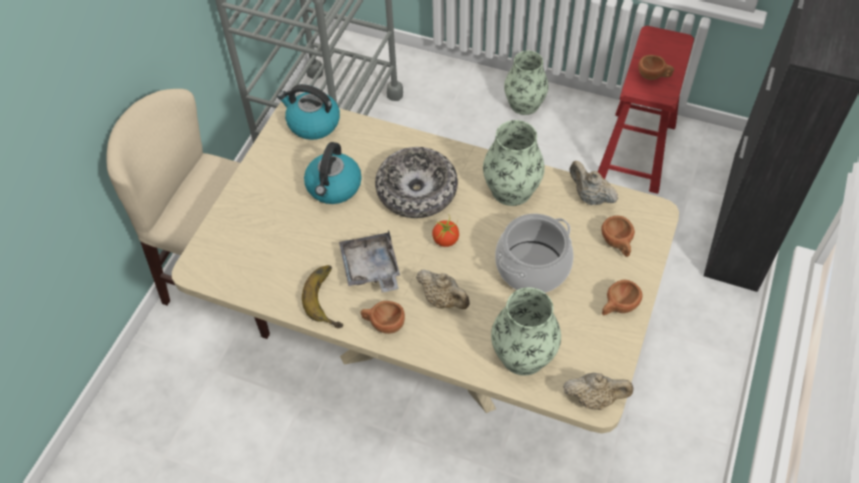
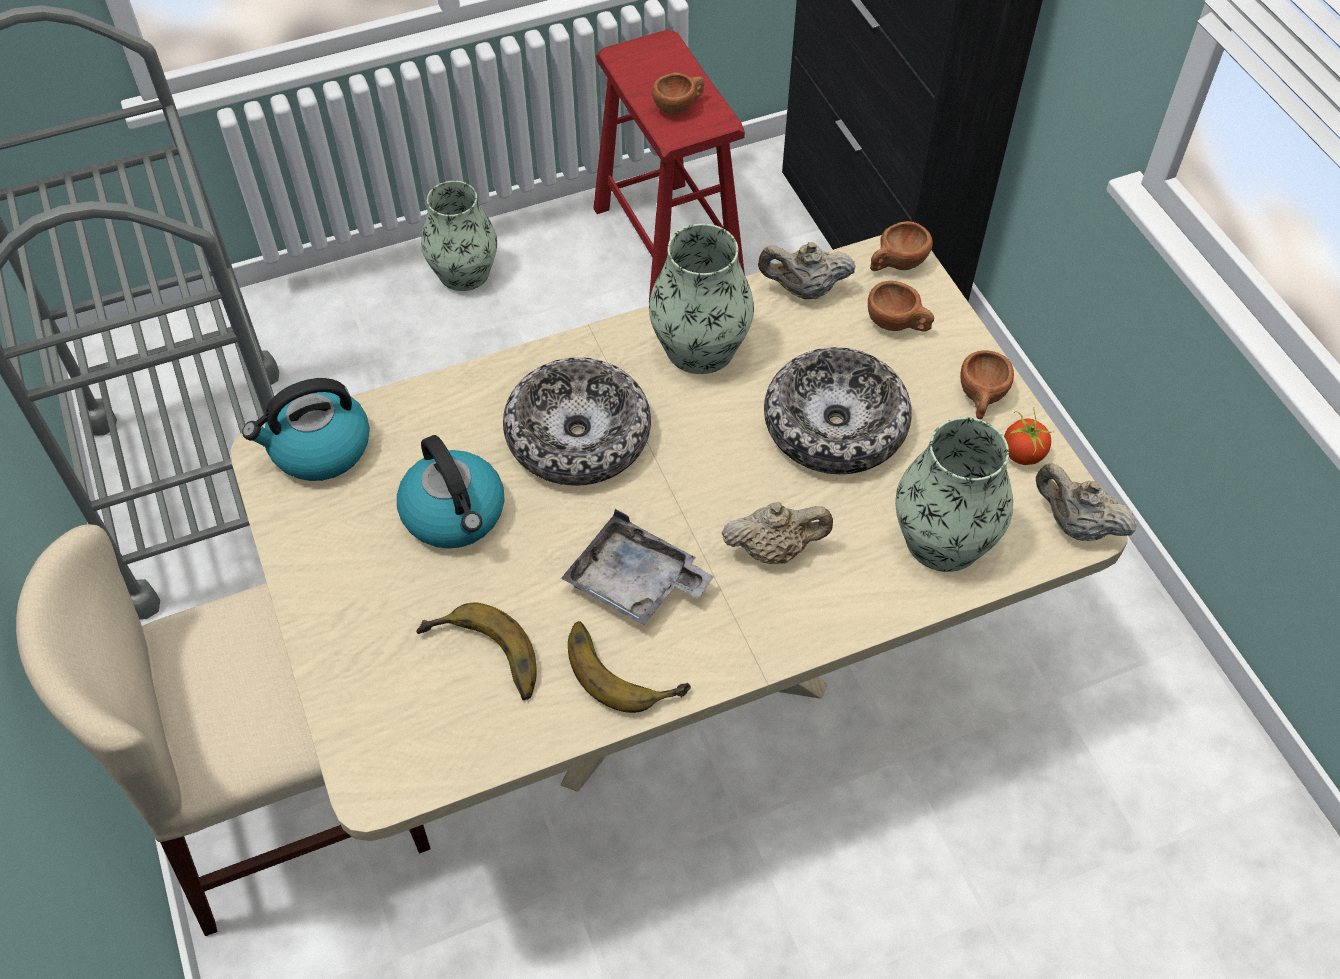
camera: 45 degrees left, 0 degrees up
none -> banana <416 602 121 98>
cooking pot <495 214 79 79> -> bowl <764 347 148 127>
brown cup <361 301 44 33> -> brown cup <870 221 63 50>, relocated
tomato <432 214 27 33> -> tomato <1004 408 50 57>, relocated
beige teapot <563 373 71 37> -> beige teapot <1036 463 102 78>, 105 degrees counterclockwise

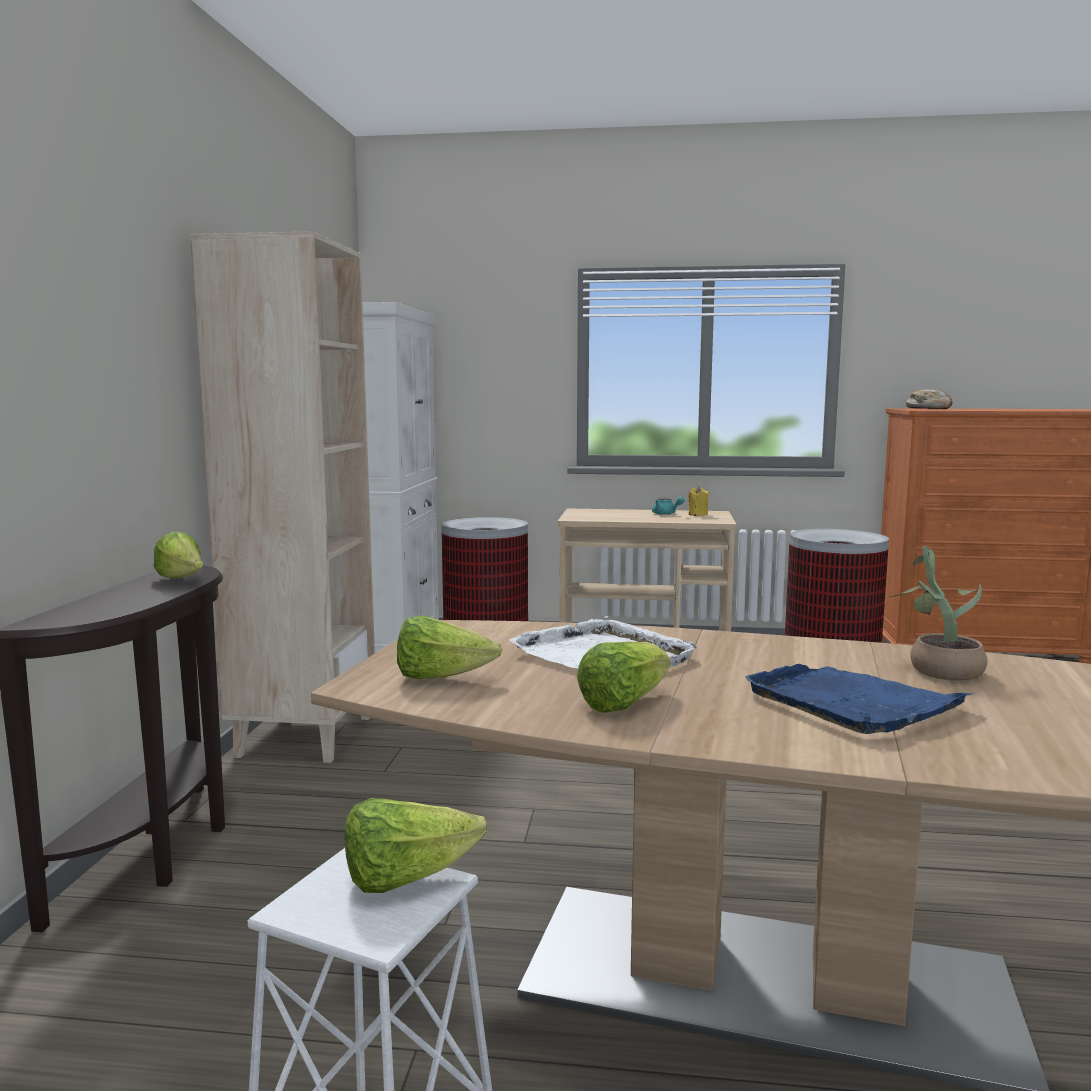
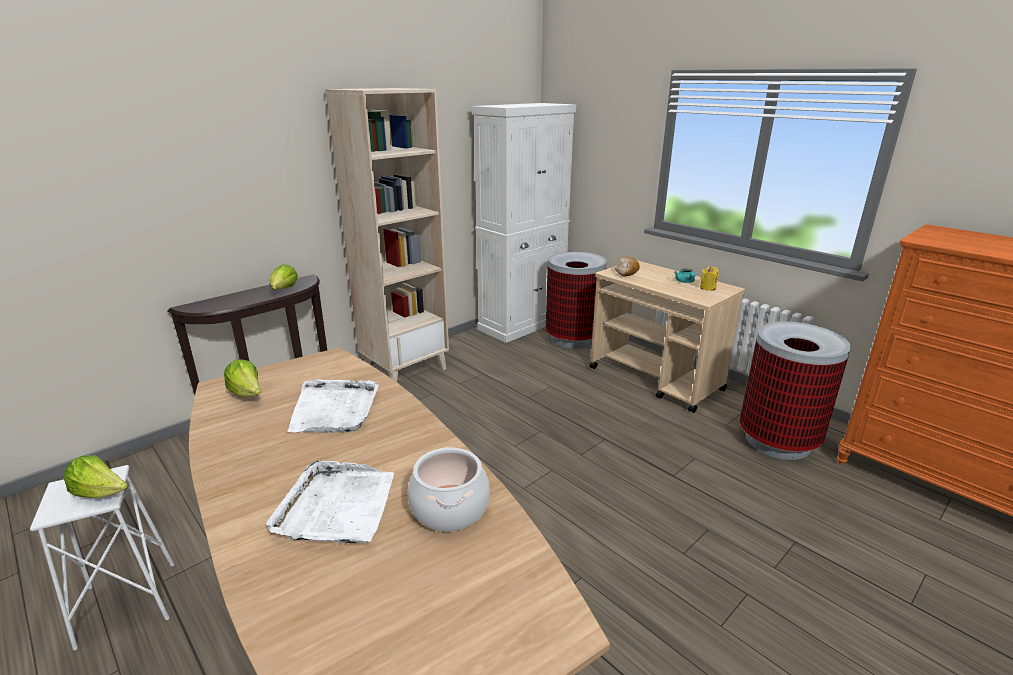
camera: 40 degrees right, 15 degrees up
blue tray <745 664 227 70> -> white tray <266 460 128 83>
potted plant <891 546 97 135> -> cooking pot <407 448 83 84>
bread <906 389 46 20> -> bread <615 256 25 20>, relocated
lettuce <577 642 94 71> -> none

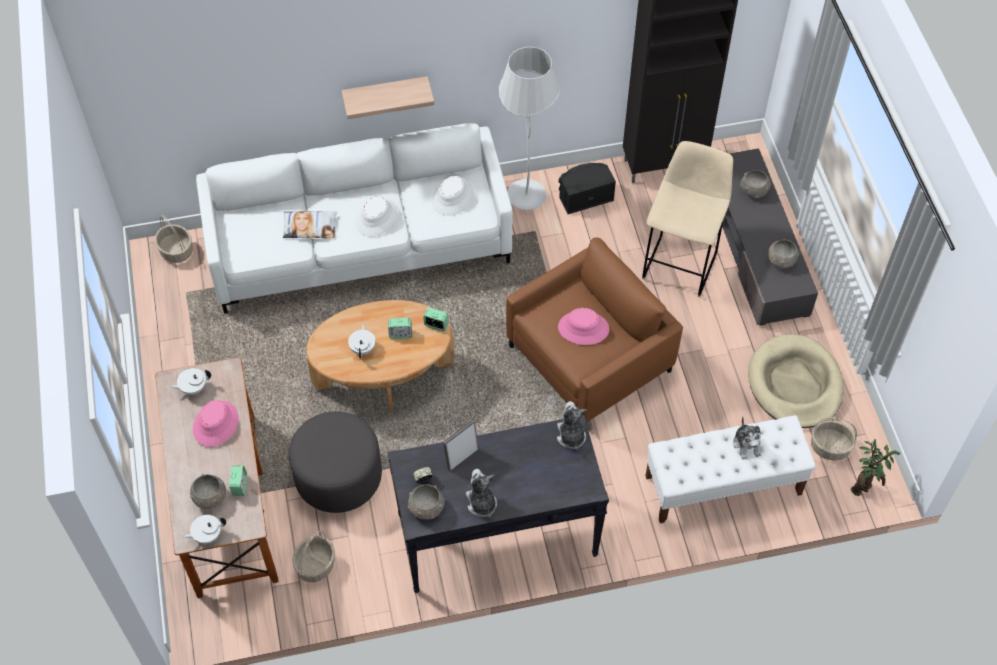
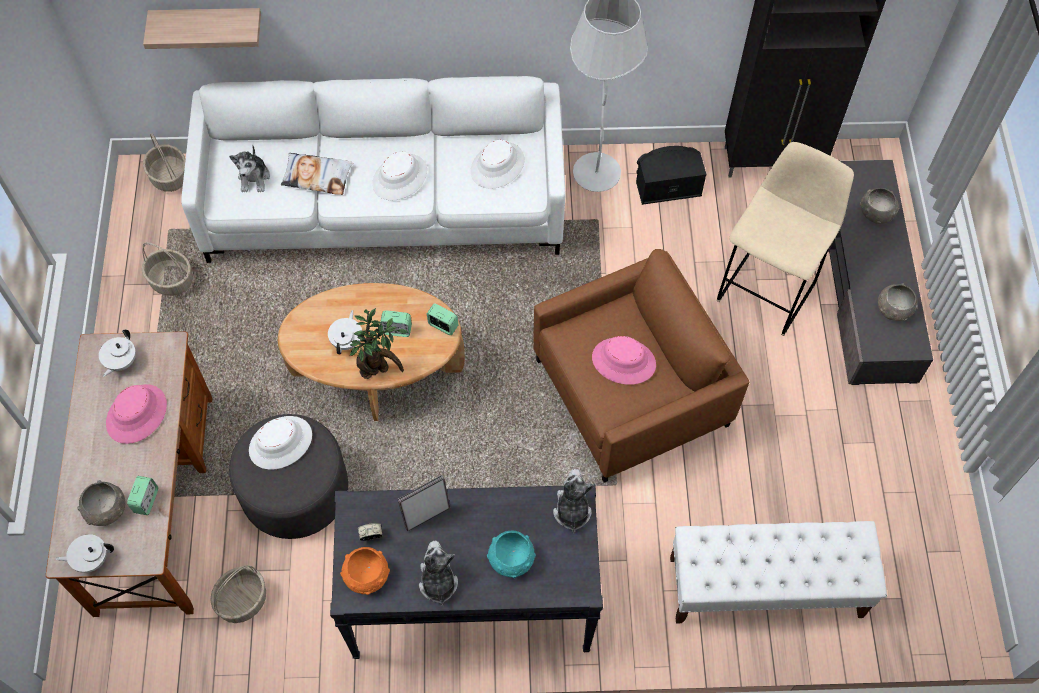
camera: 10 degrees right, 5 degrees up
white teapot <170 368 41 27> -> white teapot <99 329 37 48>, 60 degrees counterclockwise
basket <811 417 46 44> -> basket <142 242 51 54>, relocated
shelf <342 76 92 43> -> shelf <143 8 118 41>, relocated
plush toy <733 417 28 42> -> plush toy <229 146 41 46>, relocated
none -> white hat <249 416 63 54>
grey bowl <408 484 37 36> -> orange bowl <340 547 50 48>
potted plant <851 439 49 57> -> potted plant <350 308 59 71>, relocated
none -> turquoise bowl <487 531 49 47>
beige dog bed <748 334 96 94> -> none

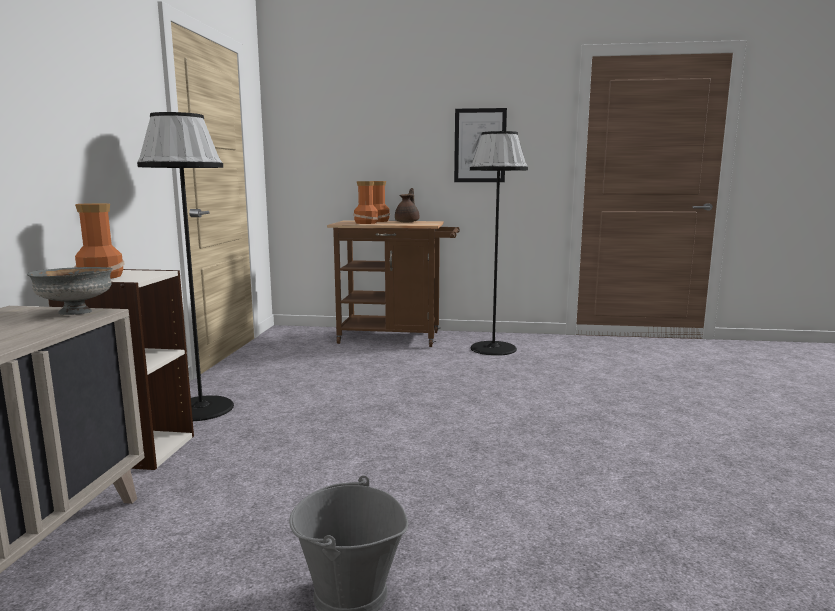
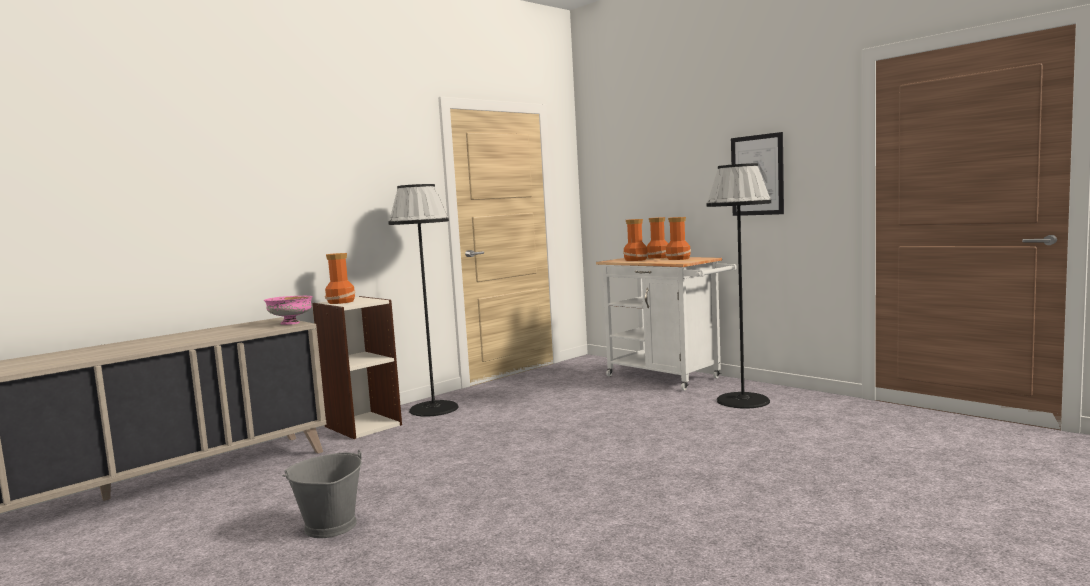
camera: 40 degrees right, 5 degrees down
grey bowl <27 267 86 48> -> pink bowl <264 296 49 29>
brown cart <327 220 133 127> -> white cart <596 256 141 135>
brown teapot <395 188 24 35> -> vase <665 217 26 43>

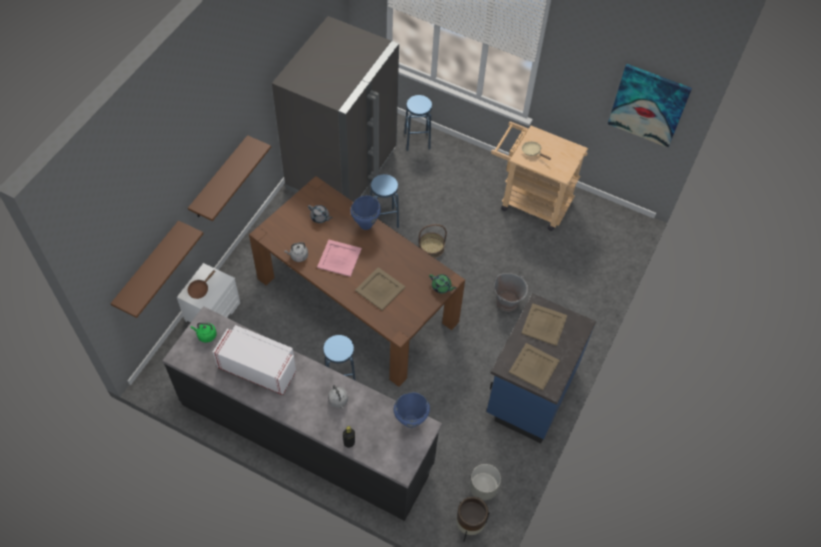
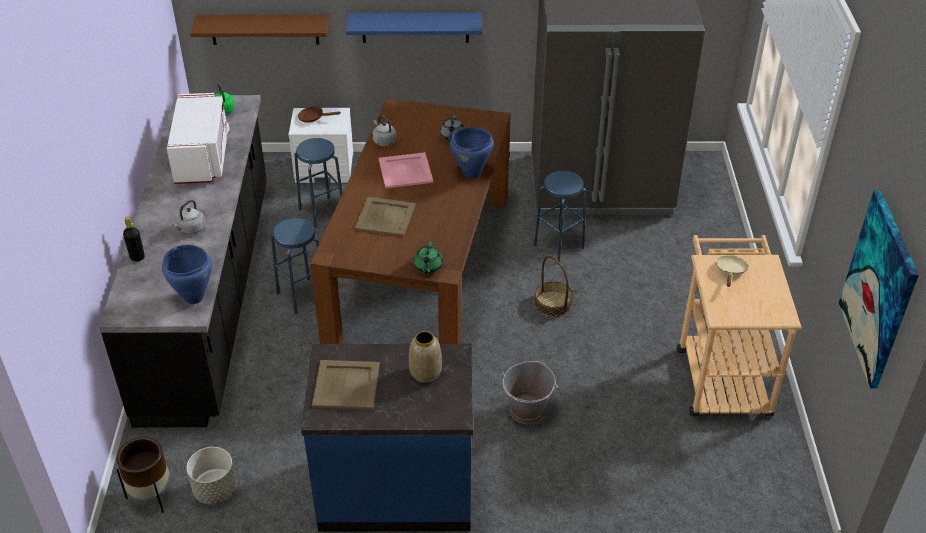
camera: 65 degrees right, 15 degrees down
blue stool <404 95 28 56> -> blue stool <295 138 48 90>, relocated
brown shelf <188 135 83 86> -> blue shelf <346 13 136 30>
beige tray <521 303 47 43> -> vase <409 331 33 52>

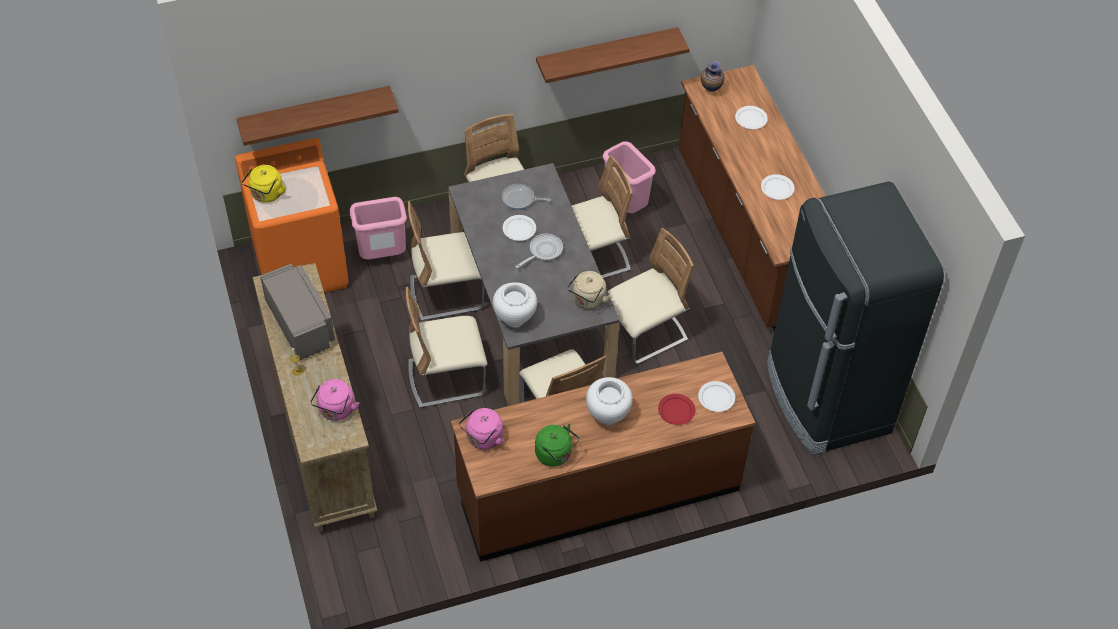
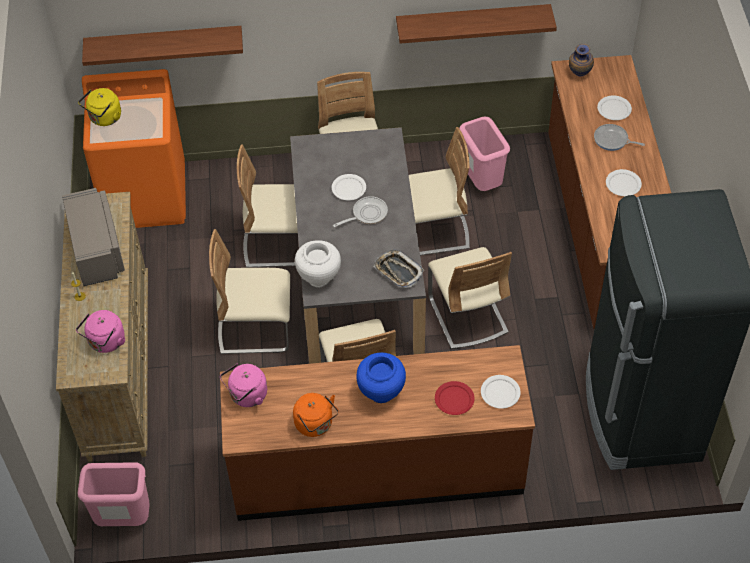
camera: 15 degrees right, 0 degrees up
pink trash can <350 197 57 63> -> pink trash can <78 462 72 64>, relocated
green kettle <535 424 44 43> -> orange kettle <293 393 46 44>
white vase <586 377 46 48> -> blue vase <356 353 50 50>
beige kettle <567 271 44 38> -> tray <374 250 50 38>
beige chair <608 228 86 136> -> beige chair <428 247 84 102>, 90 degrees clockwise
frying pan <502 184 49 26> -> frying pan <594 124 51 27>, relocated

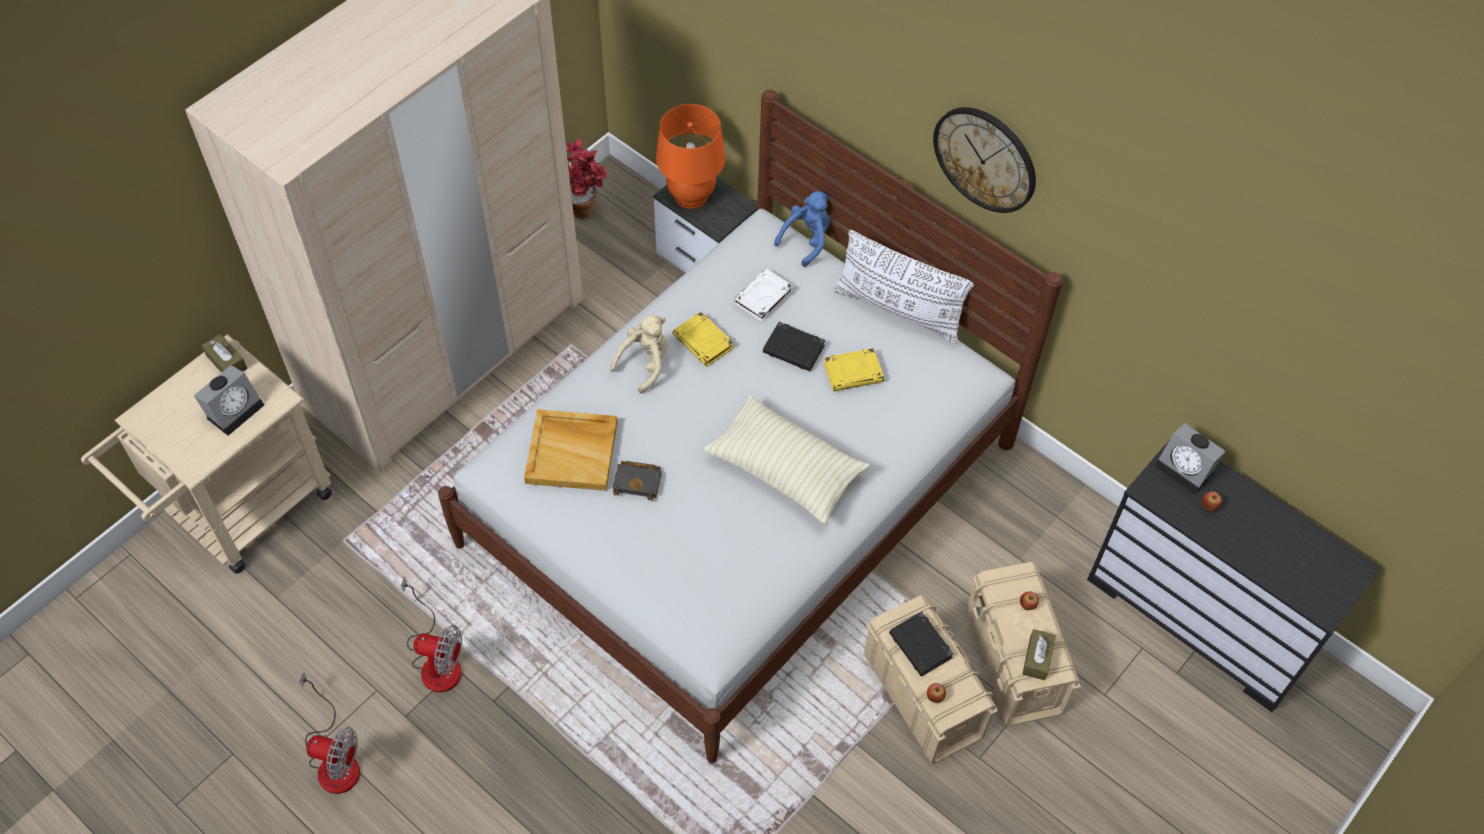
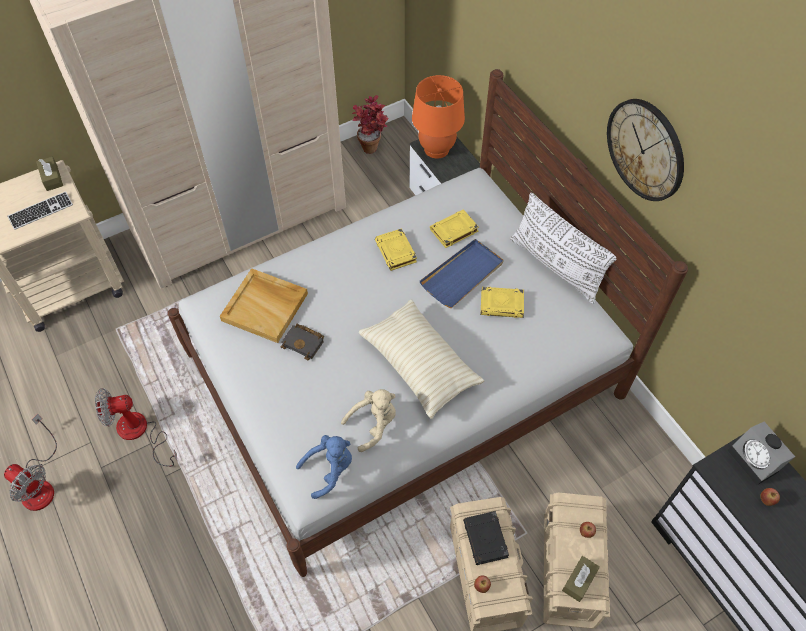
camera: 20 degrees right, 0 degrees up
alarm clock <194 365 70 71> -> keyboard <8 191 65 39>
fan <401 576 61 116> -> fan <95 388 82 79>, 135 degrees clockwise
blue plush toy <774 191 56 76> -> blue plush toy <296 435 56 64>, relocated
beige plush toy <610 315 58 79> -> beige plush toy <341 389 55 63>, relocated
black book <763 322 62 49> -> blue tray <420 239 84 69>
white book <733 268 60 54> -> yellow book <430 209 49 39>

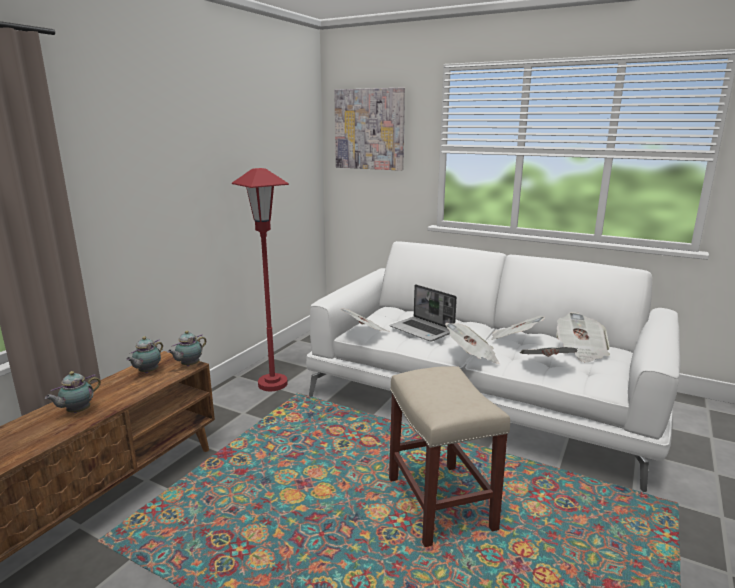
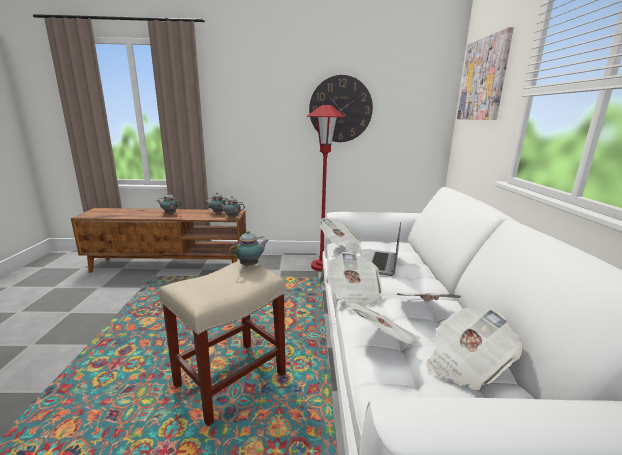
camera: 60 degrees right, 0 degrees up
none -> teapot <229 230 40 36>
none -> wall clock <309 75 64 67>

